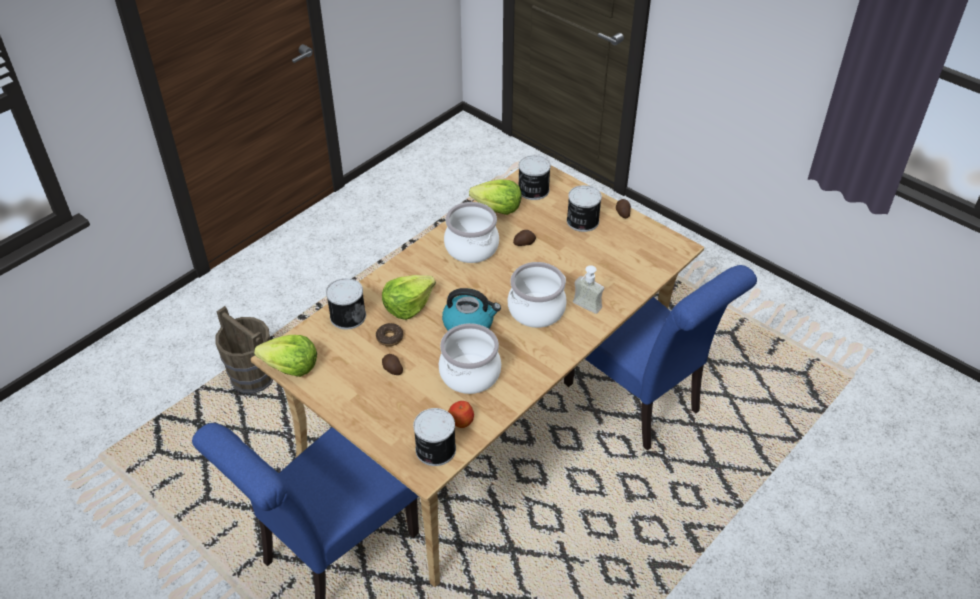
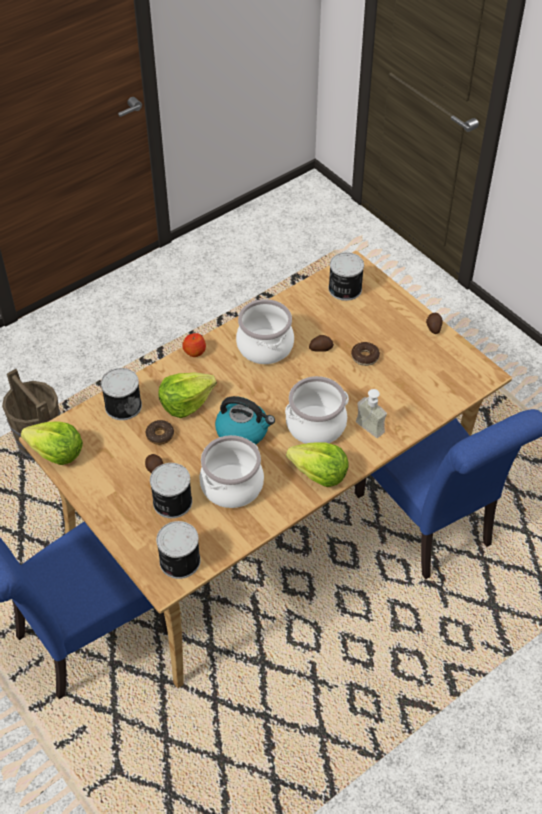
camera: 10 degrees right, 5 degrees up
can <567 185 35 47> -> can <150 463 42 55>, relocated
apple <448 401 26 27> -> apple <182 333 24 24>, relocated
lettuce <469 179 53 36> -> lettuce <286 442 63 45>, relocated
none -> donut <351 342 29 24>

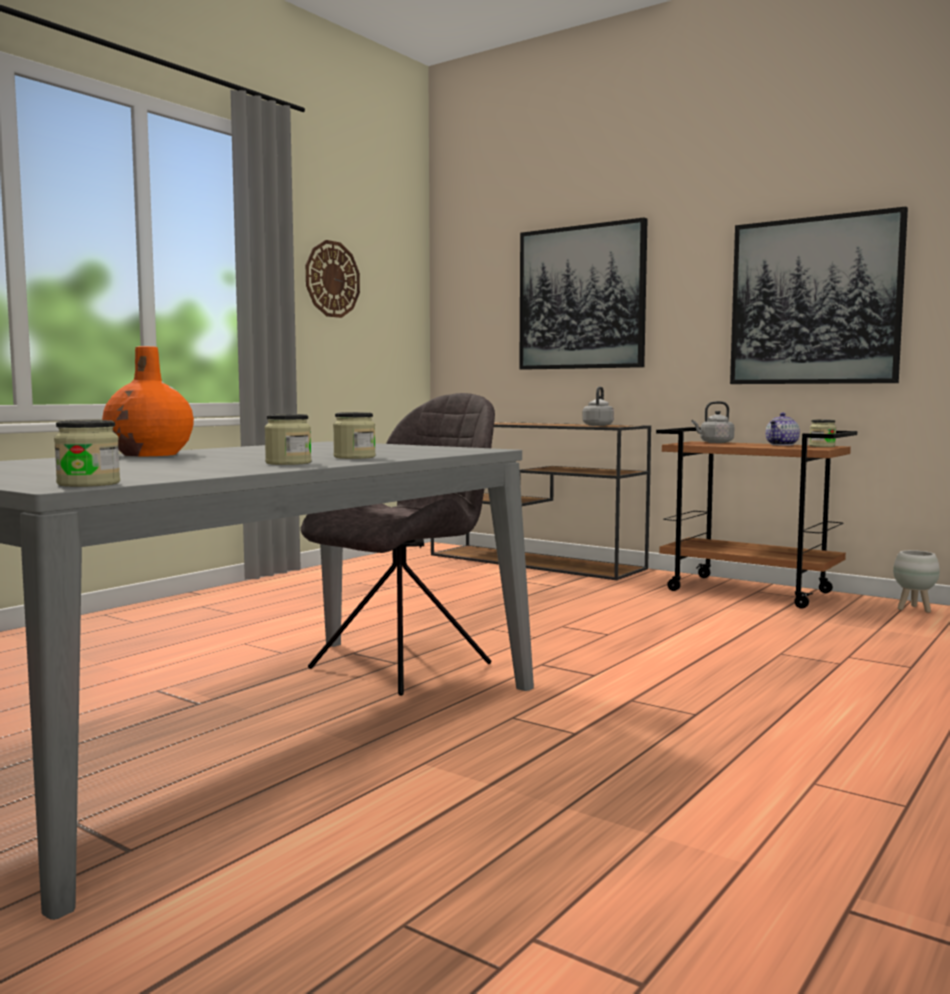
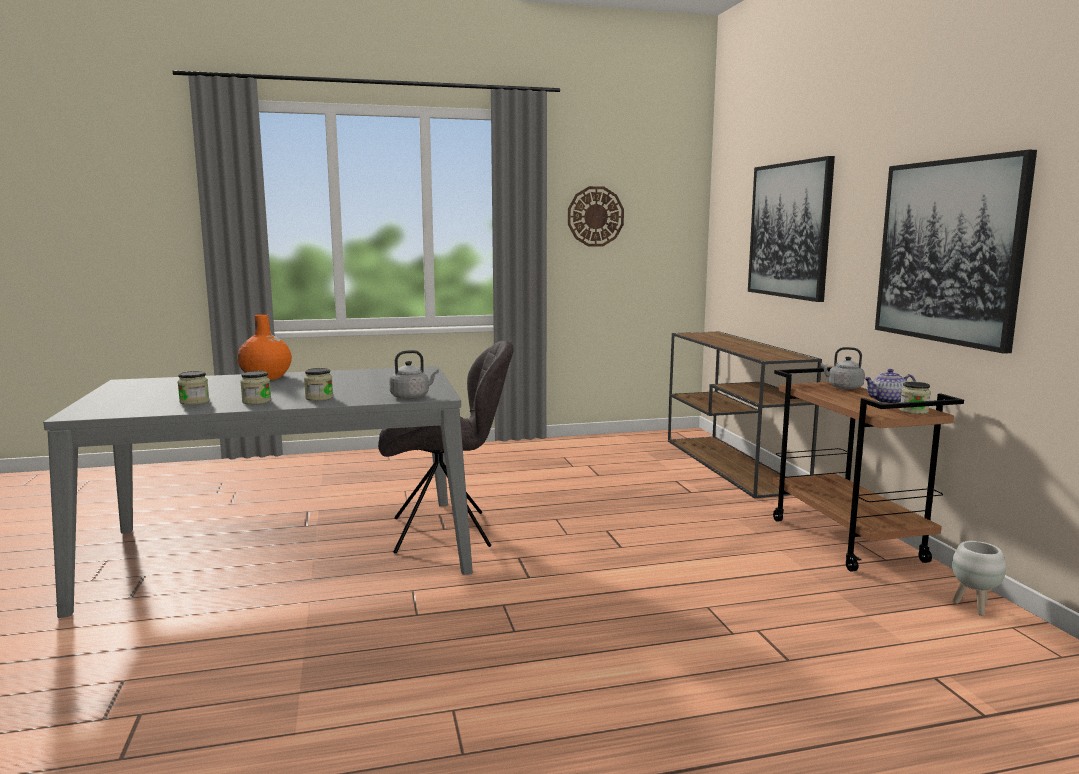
camera: 40 degrees right, 5 degrees up
jar <54 420 66 67> -> jar <178 371 31 34>, relocated
grey kettle <582 386 32 40> -> grey kettle <389 350 50 49>, relocated

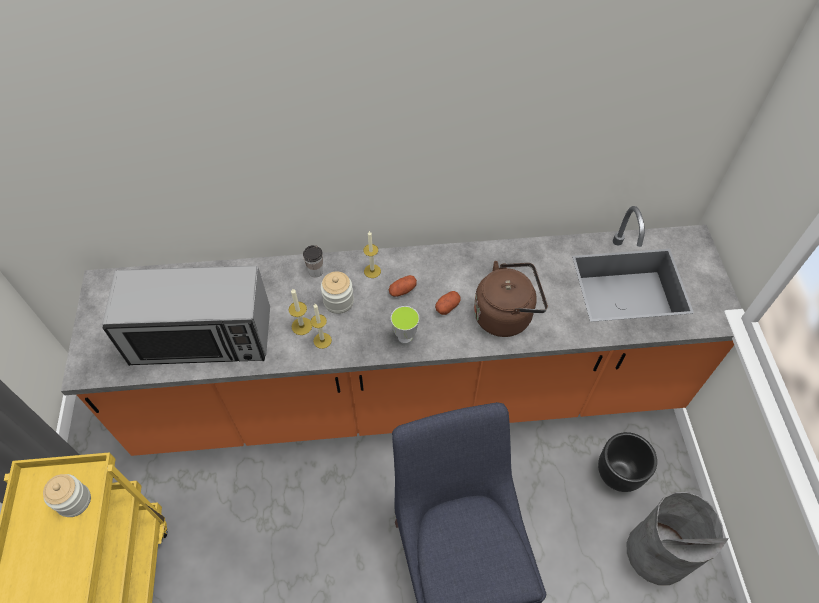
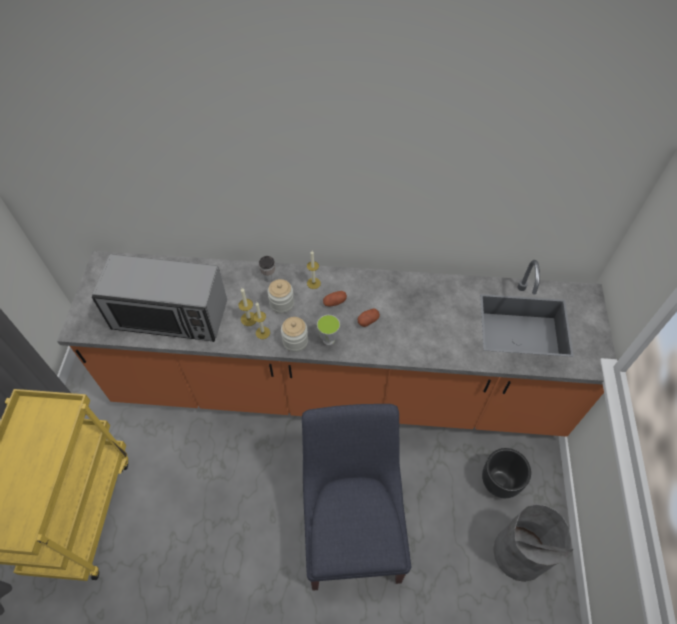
camera: 10 degrees right, 0 degrees up
jar <43 474 48 43> -> jar <281 317 27 35>, relocated
brown kettle <474 261 74 76> -> none

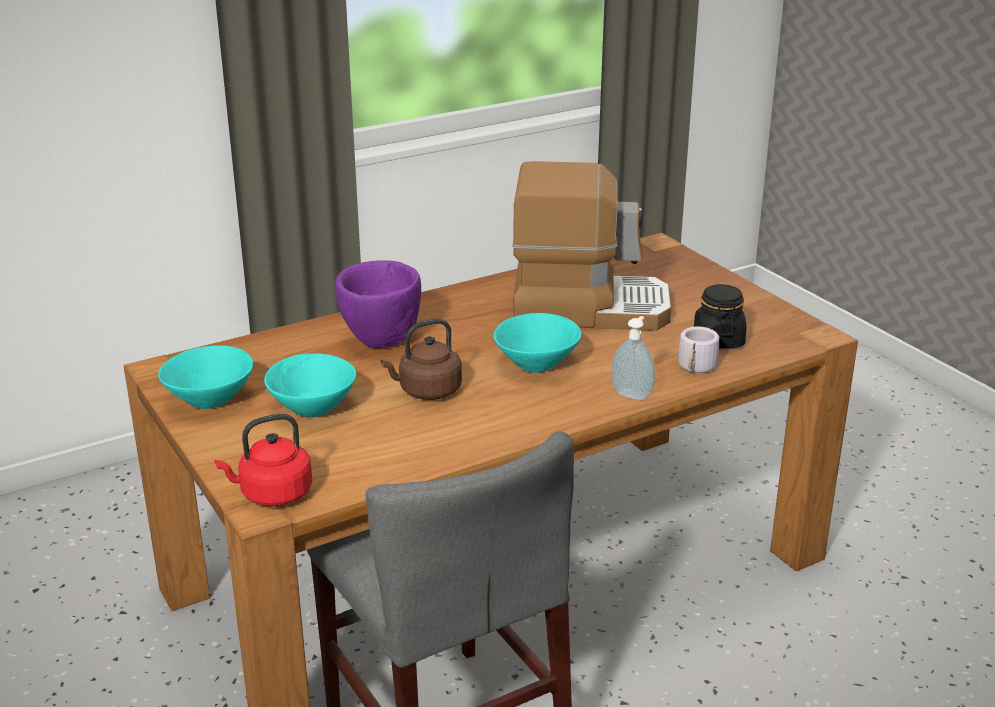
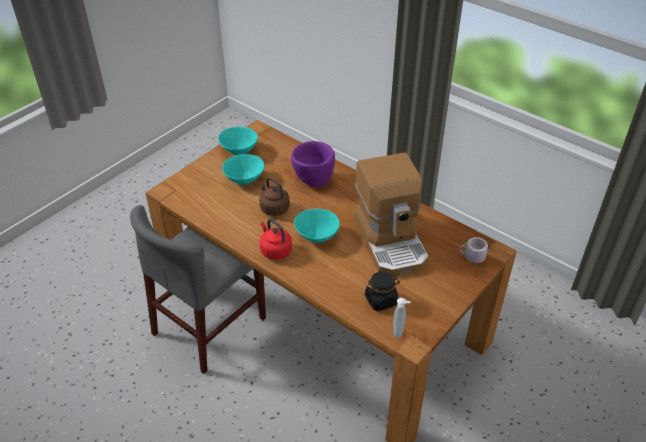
camera: 70 degrees right, 15 degrees up
red kettle <215 414 97 92> -> red kettle <260 219 32 41>, relocated
soap dispenser <611 316 44 84> -> soap dispenser <393 298 18 40>, relocated
grey mug <678 327 48 46> -> grey mug <459 237 29 26>, relocated

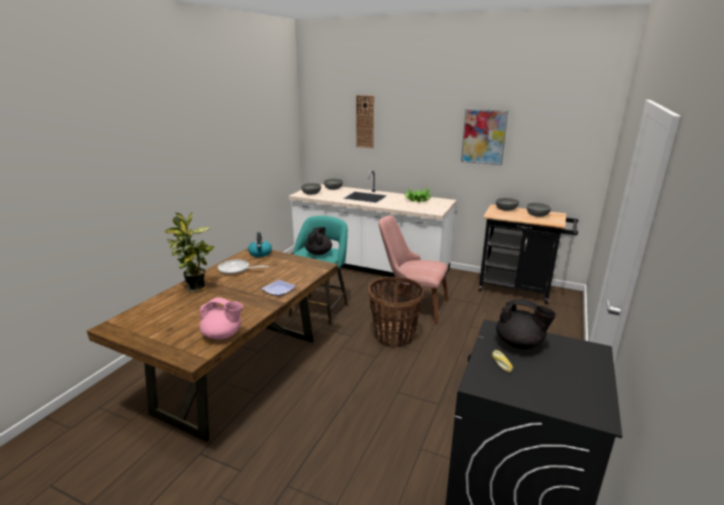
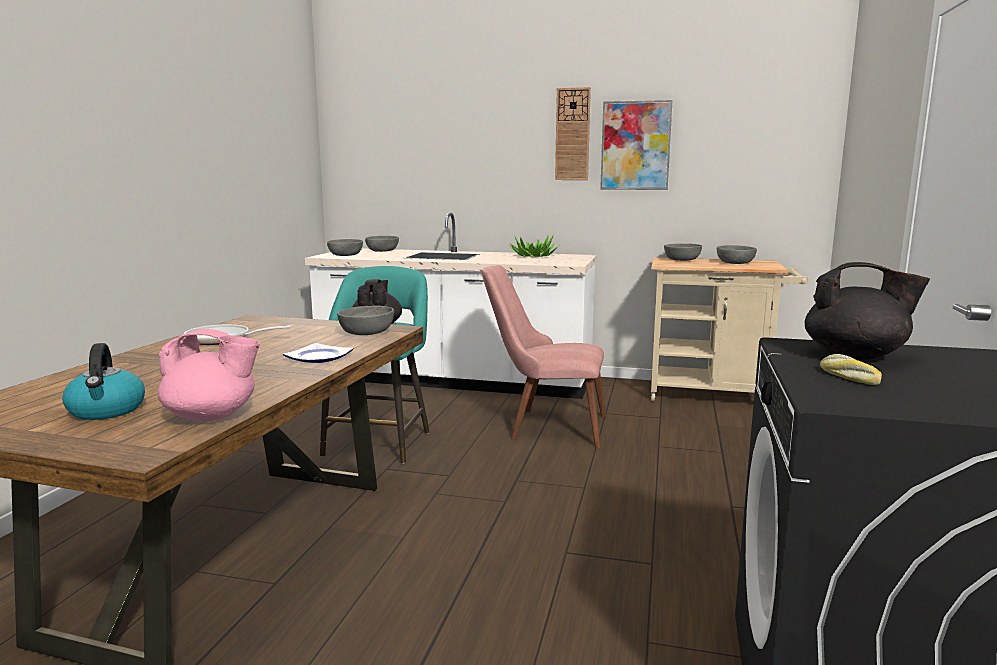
camera: 10 degrees left, 10 degrees down
kettle <248 232 24 25> -> kettle <62 343 83 77>, relocated
none -> grey bowl <337 306 57 29>
wall clock <356 95 18 53> -> wall clock <555 87 36 93>, relocated
black cart <479 205 99 99> -> beige cart <651 257 158 144>
potted plant <164 211 50 82> -> none
basket <368 277 56 71> -> none

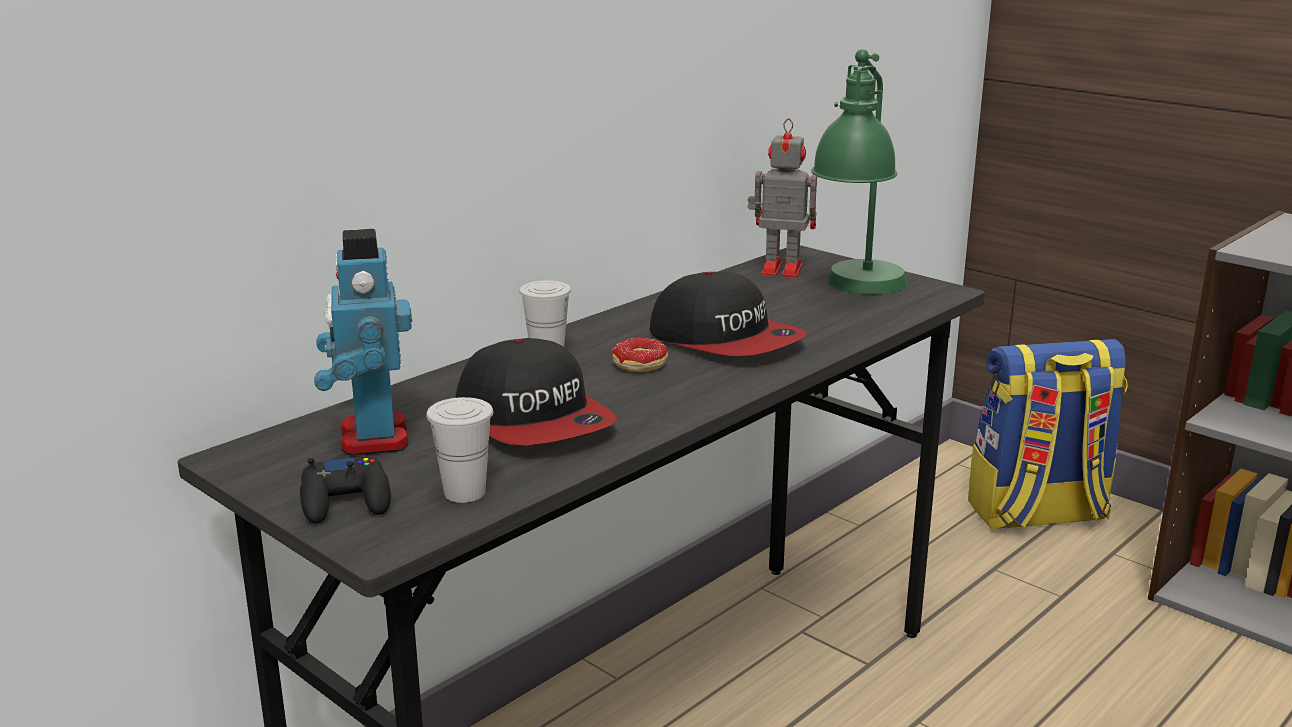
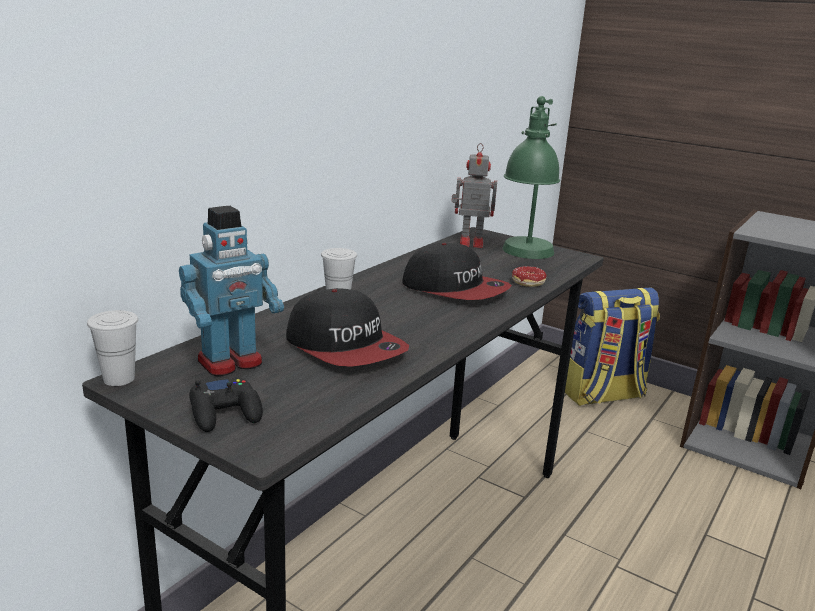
camera: 10 degrees left, 0 degrees up
white cup <426 397 67 106> -> white cup <87 310 51 76>, relocated
toy robot <314 229 98 227> -> toy robot <179 206 105 170>, 105 degrees counterclockwise
donut <611 338 57 34> -> donut <512 266 35 21>, relocated

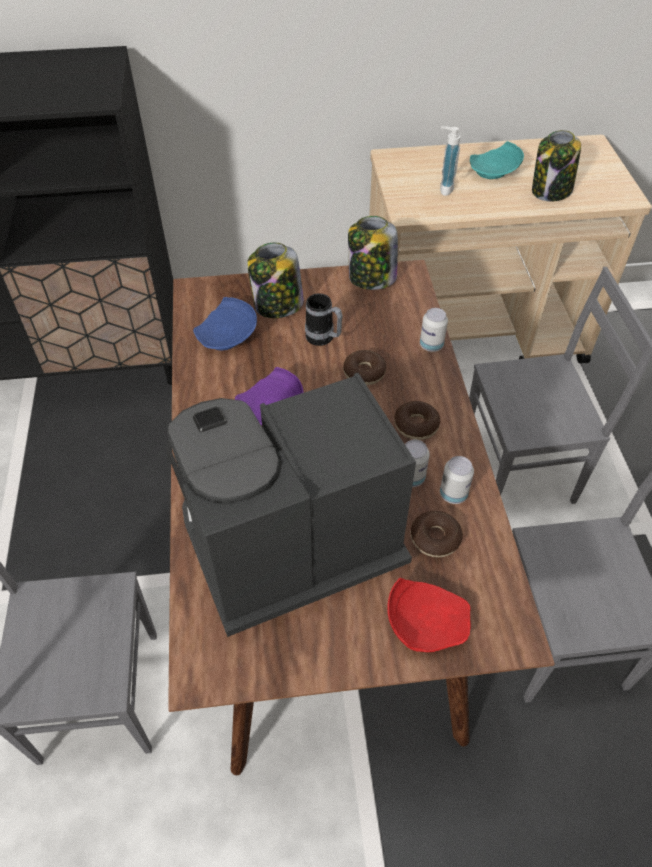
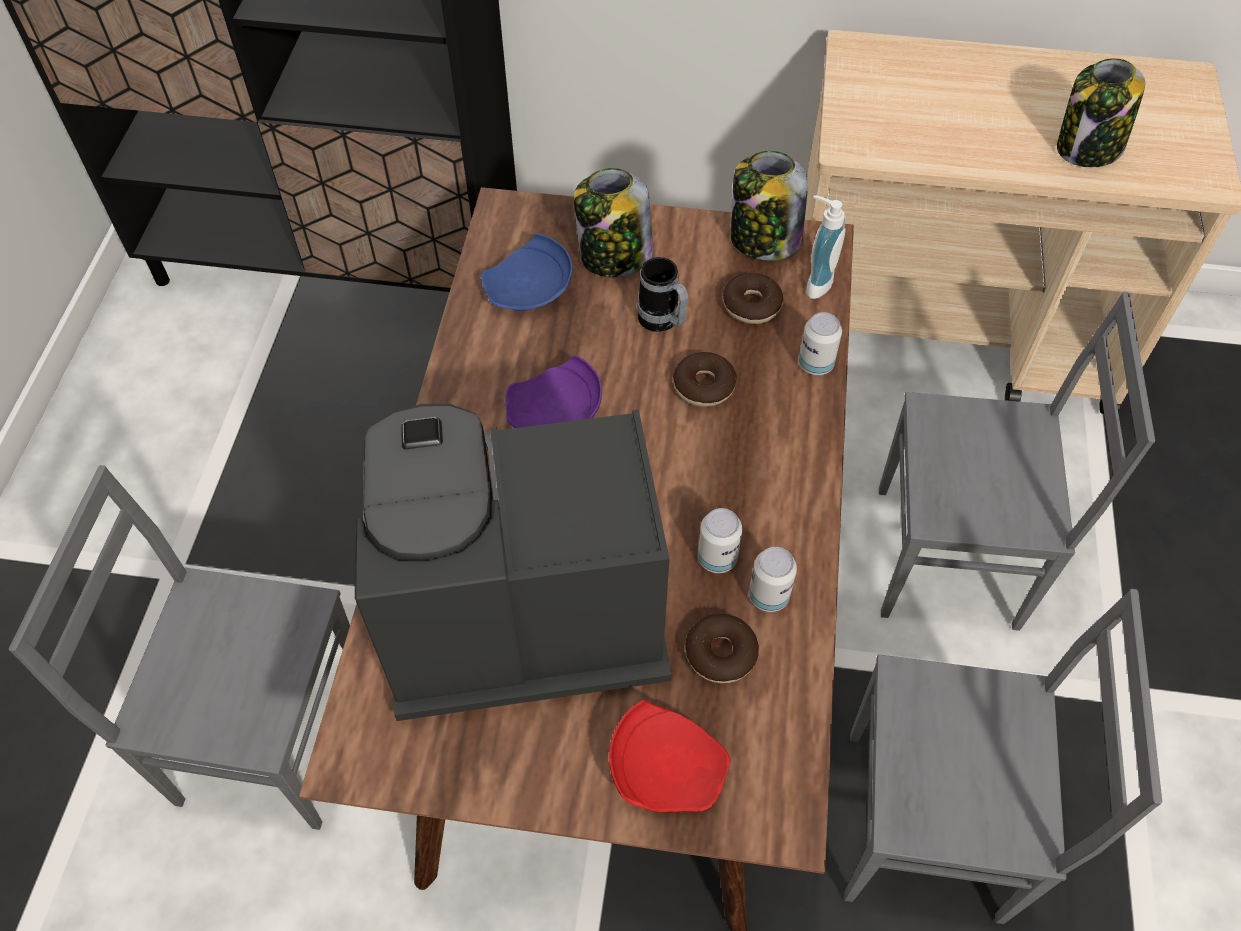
camera: 15 degrees right, 5 degrees up
donut <394 401 46 39> -> donut <723 273 60 51>, relocated
soap dispenser <440 126 20 70> -> soap dispenser <806 195 40 104>, relocated
turquoise plate <470 141 54 38> -> none

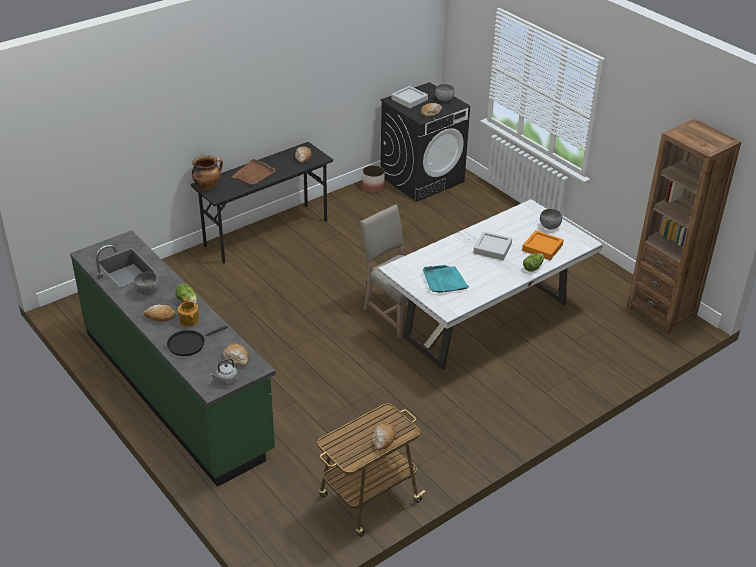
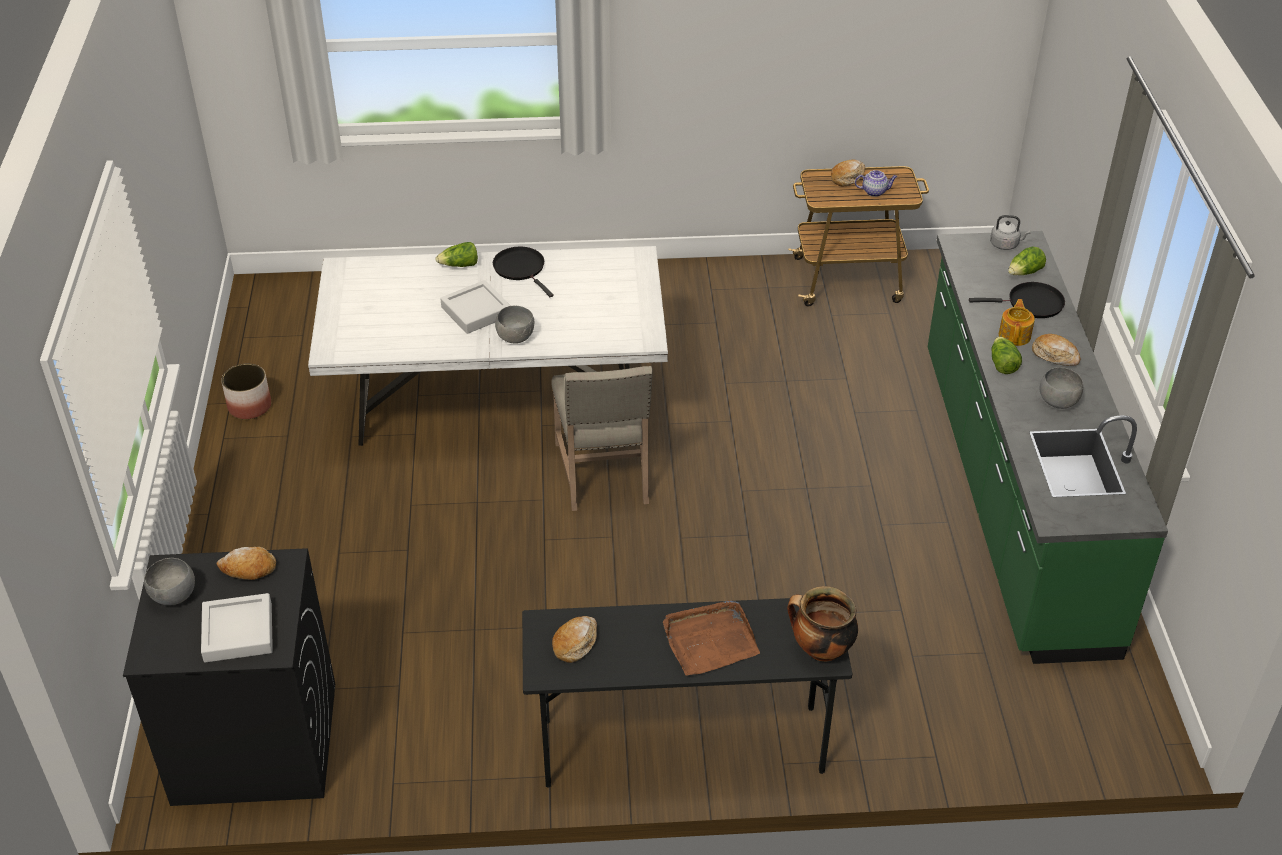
camera: 145 degrees left, 5 degrees up
planter <362 165 23 28> -> planter <221 364 50 55>, relocated
none -> black frying pan <493 247 61 50>
grey bowl <540 209 22 20> -> grey bowl <495 306 39 38>, relocated
none -> teapot <855 170 43 27>
none -> lettuce <1008 246 38 29>
bread <223 344 26 23> -> none
turquoise tray <423 265 47 28> -> none
orange tray <522 230 42 30> -> none
brown bookcase <627 119 114 216> -> none

